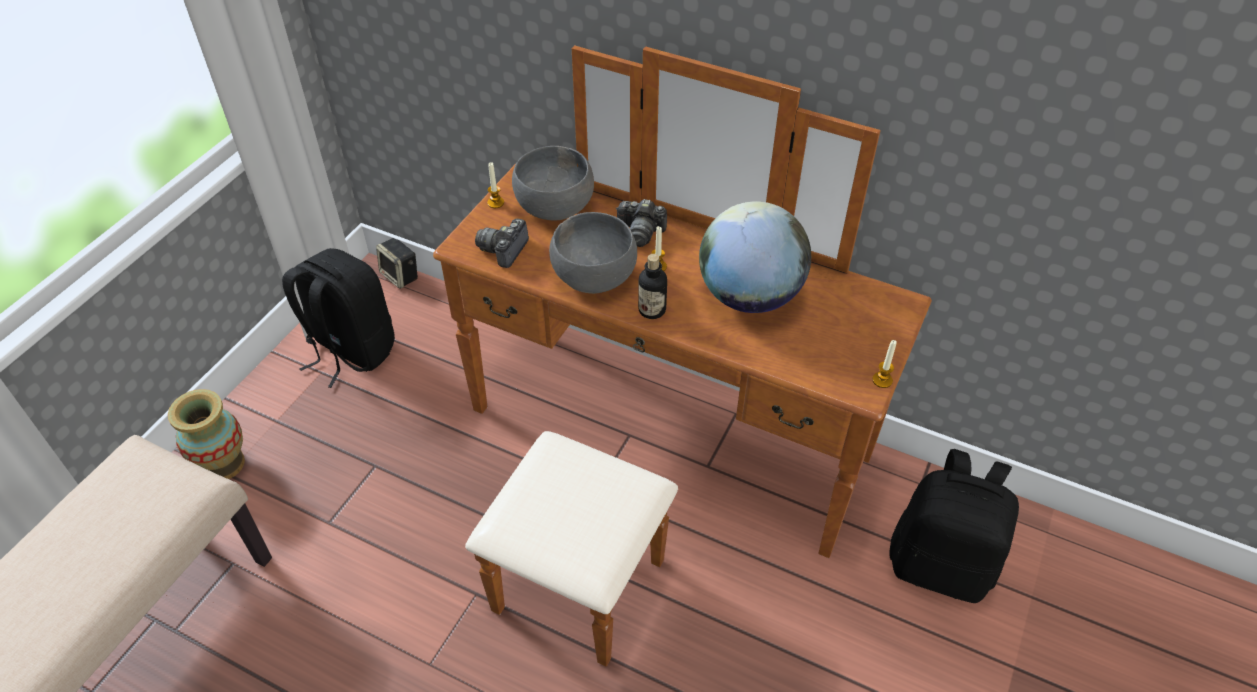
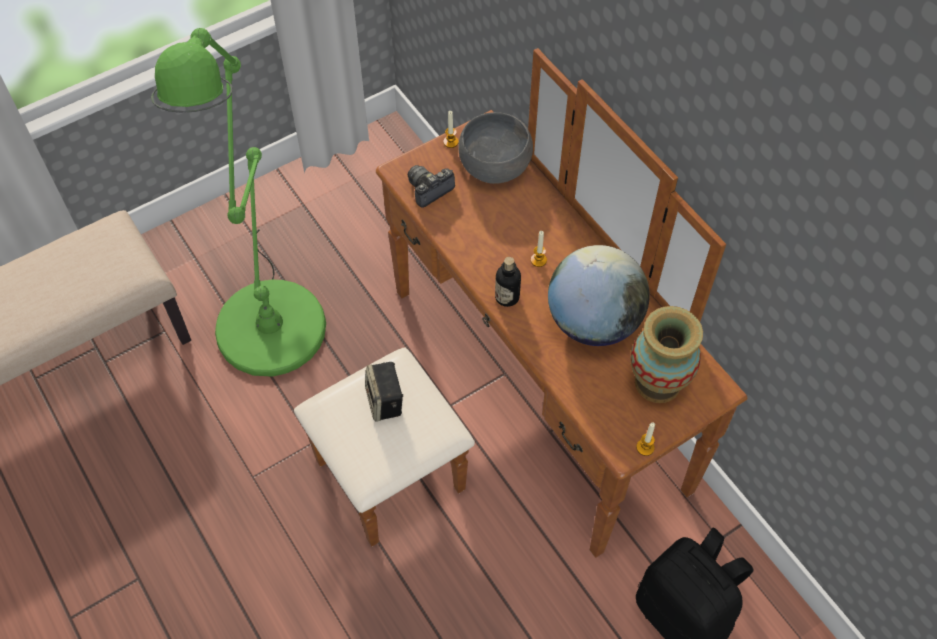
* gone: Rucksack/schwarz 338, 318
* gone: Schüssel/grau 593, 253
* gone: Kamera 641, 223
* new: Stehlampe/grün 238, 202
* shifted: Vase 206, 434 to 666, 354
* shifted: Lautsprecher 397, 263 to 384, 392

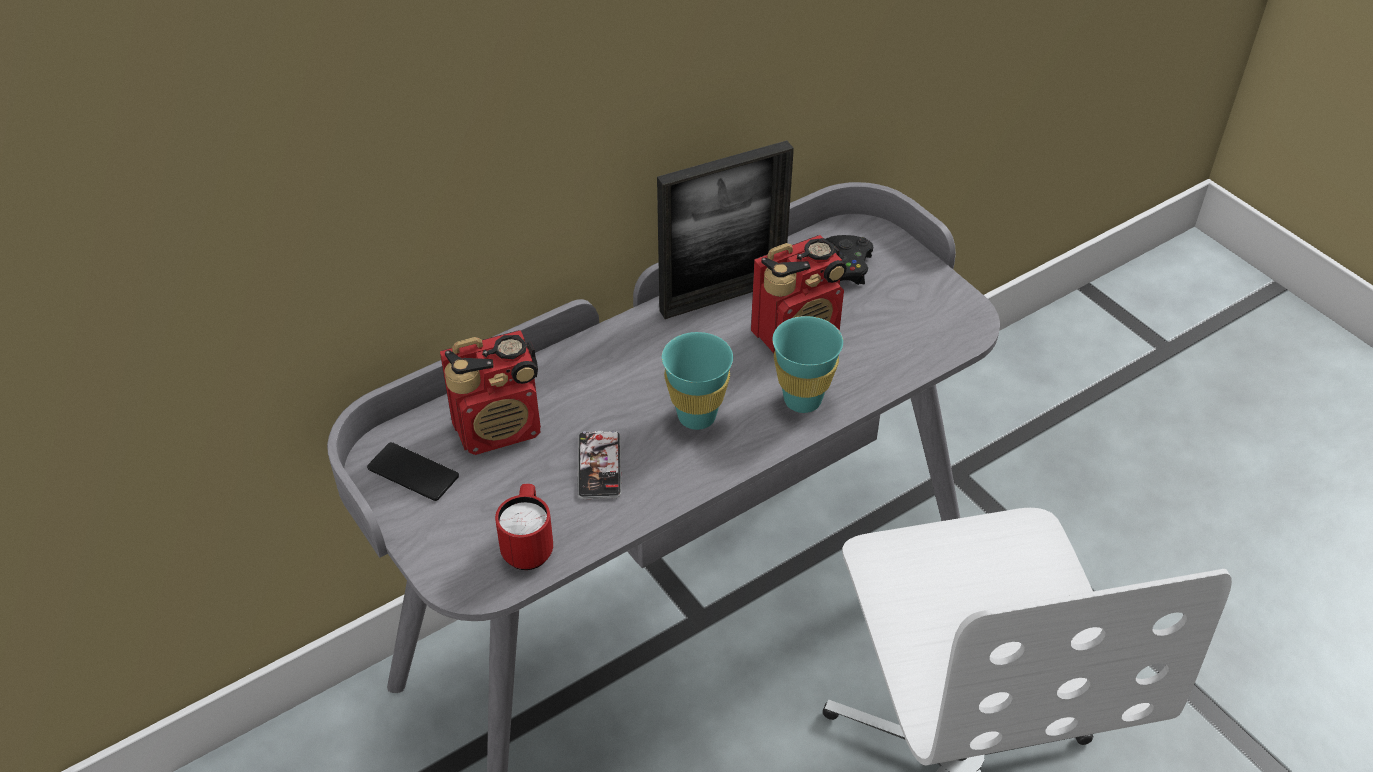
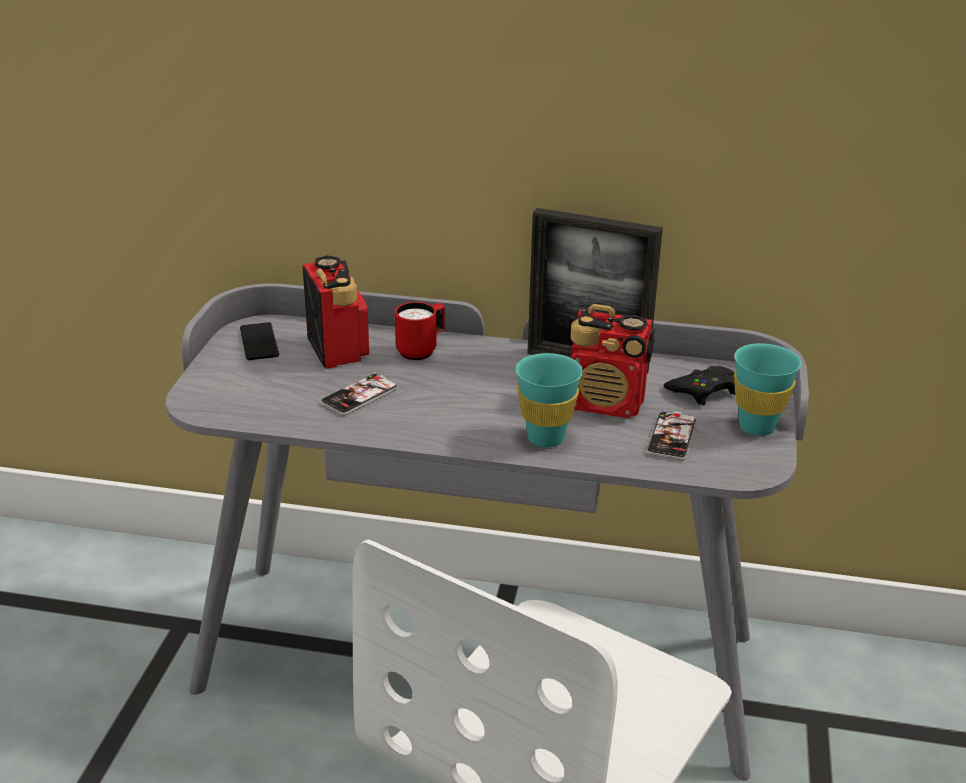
* new: Handy 671, 435
* shifted: Henkelbecher/rot 524, 527 to 420, 331
* shifted: Tasse/türkis 697, 381 to 767, 389
* rotated: Radio 490, 392 = 335, 312 135 degrees counterclockwise

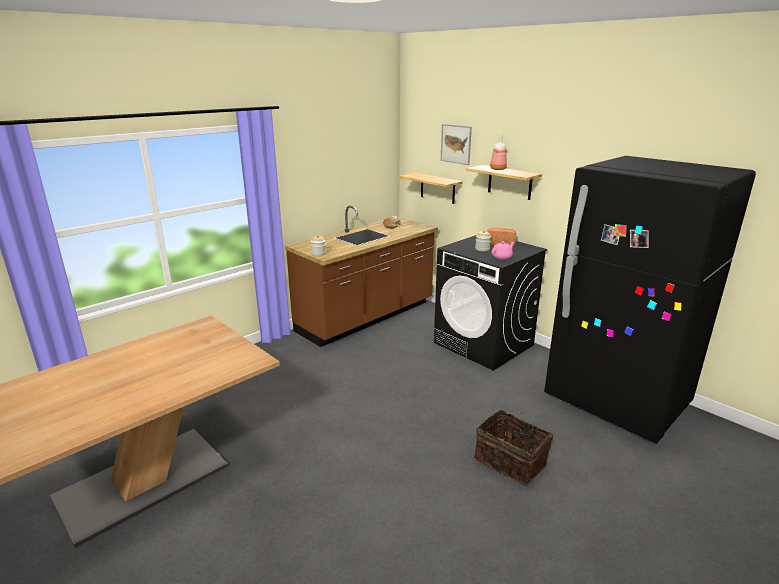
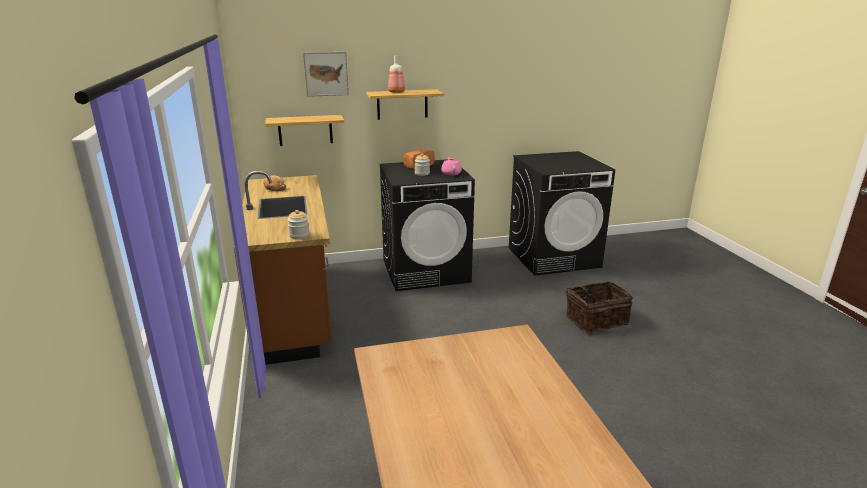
* swapped: Kühlschrank/schwarz 650, 300 to Waschmaschine/schwarz 562, 213

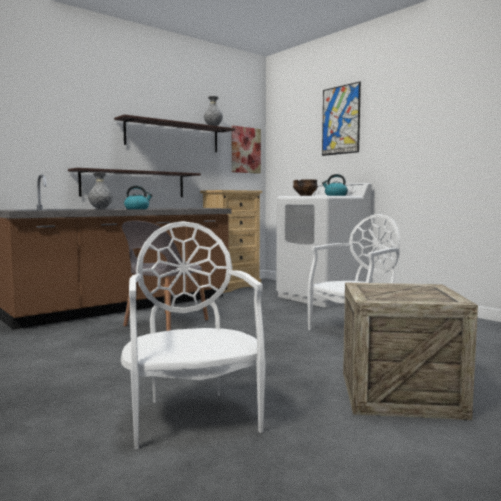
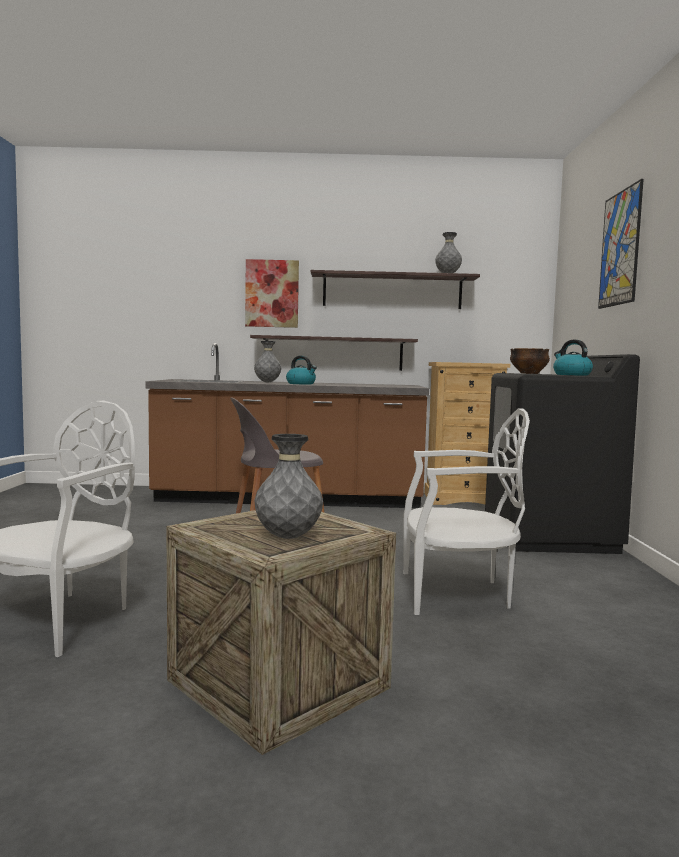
* new: Vase/grau 288, 486
* shifted: Bild 246, 150 to 272, 293
* repainted: Waschmaschine/weiß 324, 245 to Waschmaschine/schwarz 562, 454

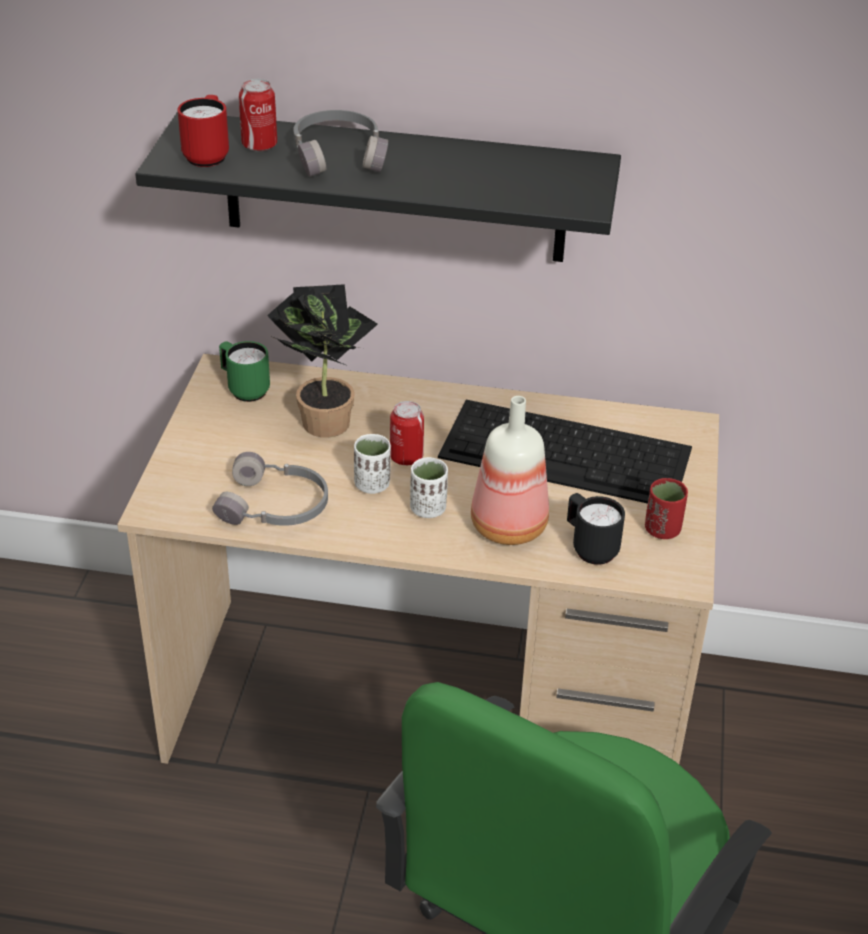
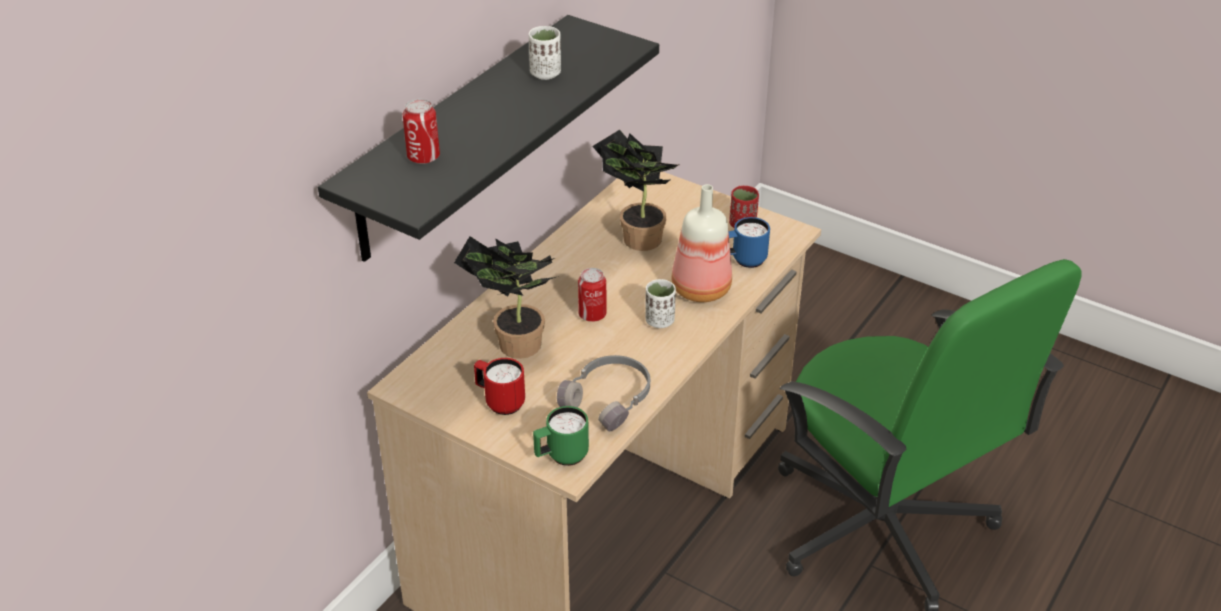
* gone: Kopfhörer/grau 340, 143
* shifted: Henkelbecher/rot 203, 131 to 499, 386
* shifted: Henkelbecher/grün 244, 371 to 561, 436
* shifted: Tasse/weiß 372, 464 to 545, 53
* swapped: Tastatur 565, 452 to Topfpflanze 635, 190
* repainted: Henkelbecher/schwarz 596, 529 to Henkelbecher/blau 749, 242

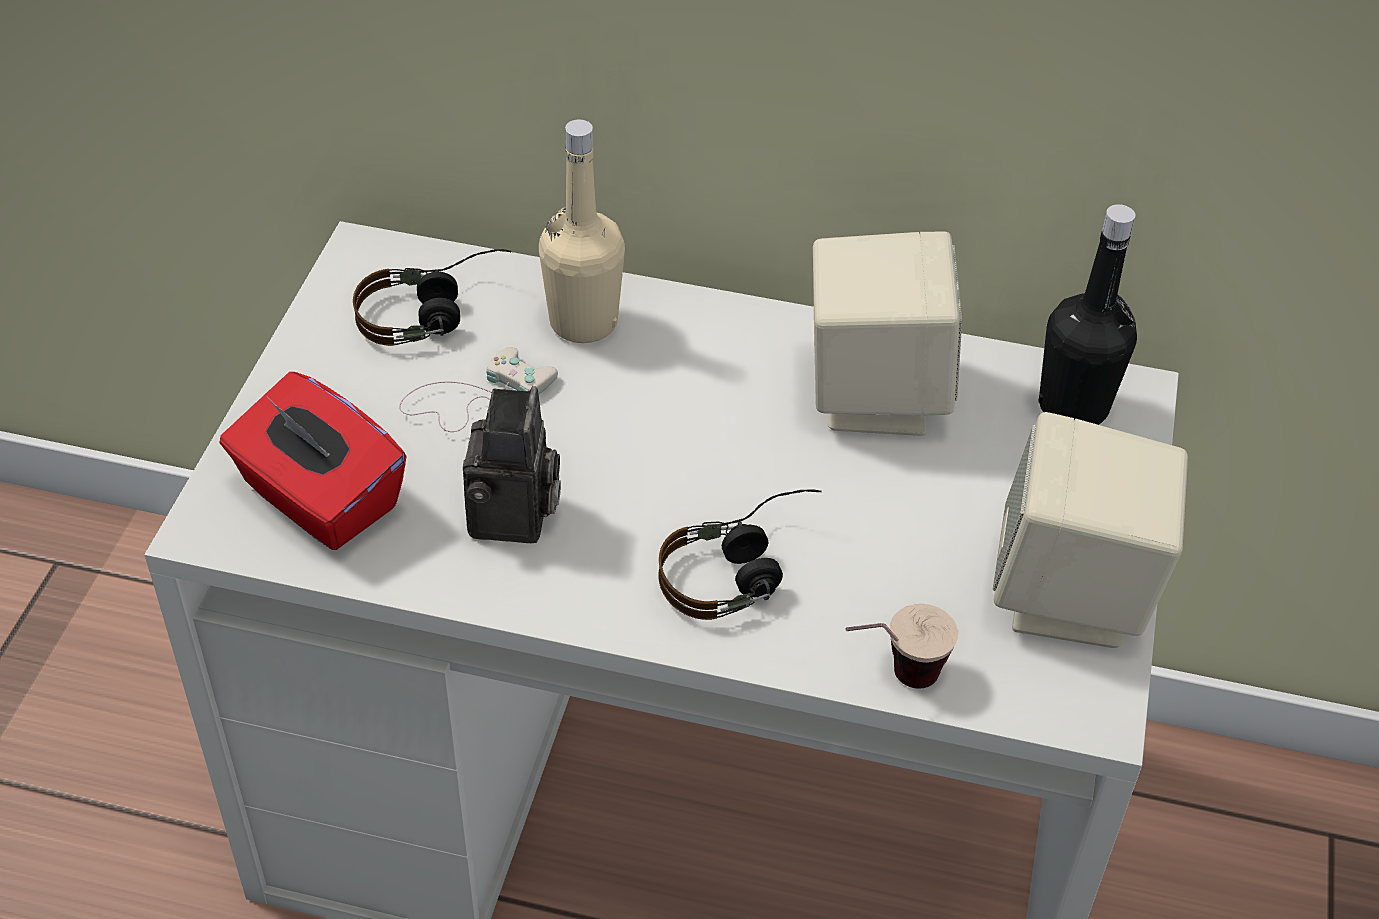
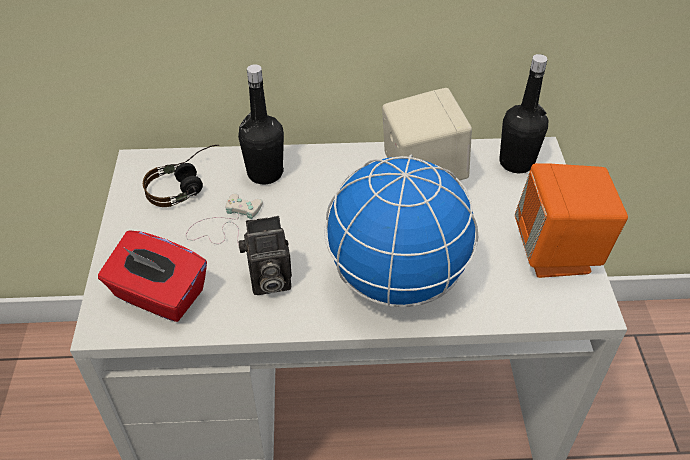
* gone: Tasse 901, 646
* swapped: Kopfhörer 740, 554 to Globus 401, 230
* repainted: Flasche/beige 582, 231 to Flasche/schwarz 261, 124
* repainted: Lautsprecher/beige 1090, 530 to Lautsprecher/orange 571, 220
* rotated: Kamera 512, 464 = 265, 255 90 degrees clockwise

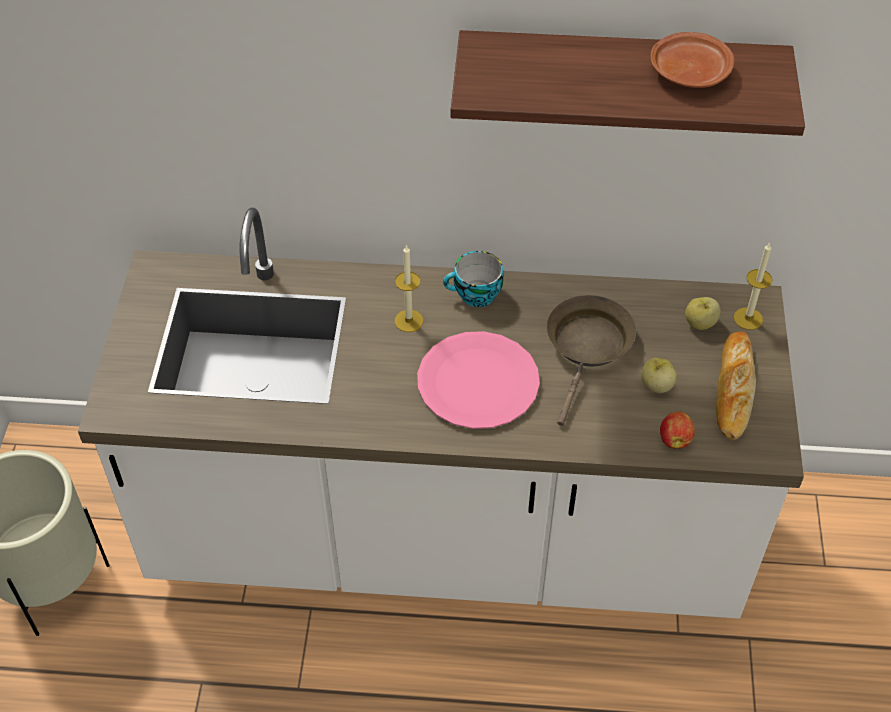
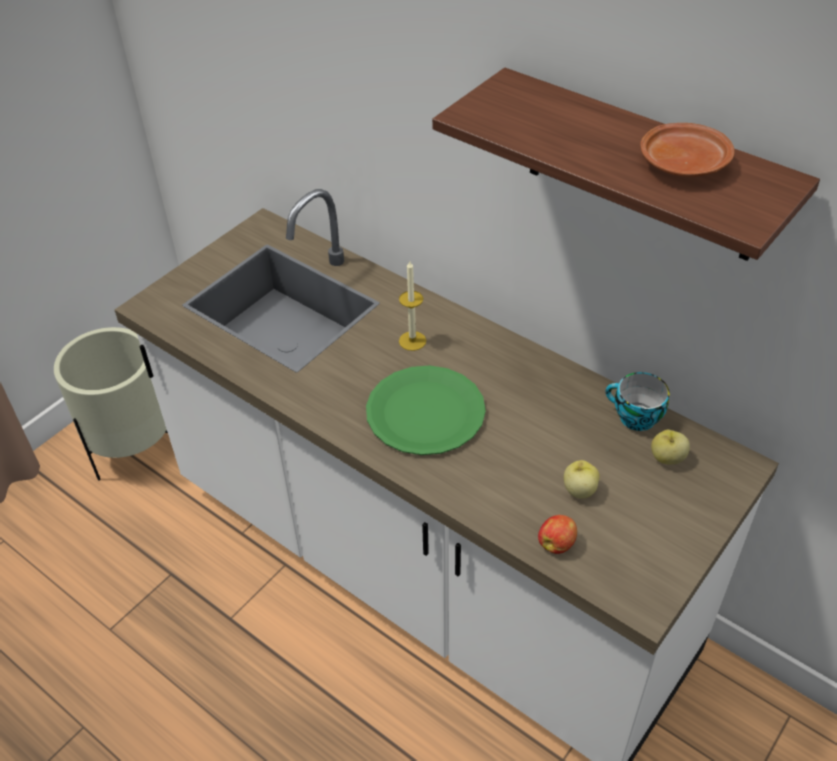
* gone: Pfanne/braun 591, 360
* gone: Brot 736, 385
* gone: Kerze 753, 286
* shifted: Tasse 473, 279 to 637, 401
* repainted: Teller/rosa 478, 380 to Teller/grün 426, 410

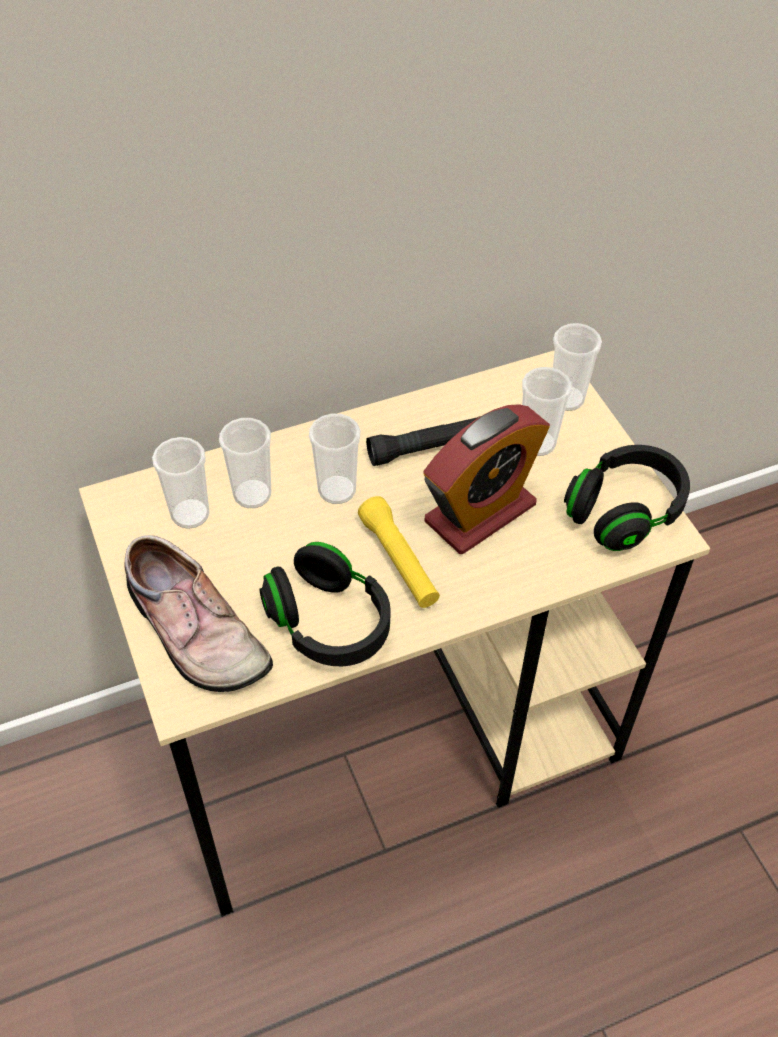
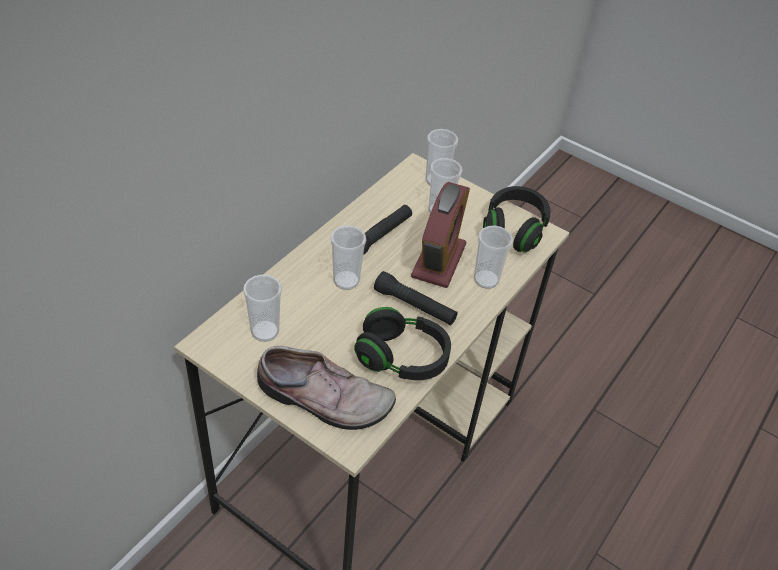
* shifted: Tasse 245, 463 to 493, 257
* repainted: Taschenlampe/gelb 399, 552 to Taschenlampe/schwarz 416, 298

